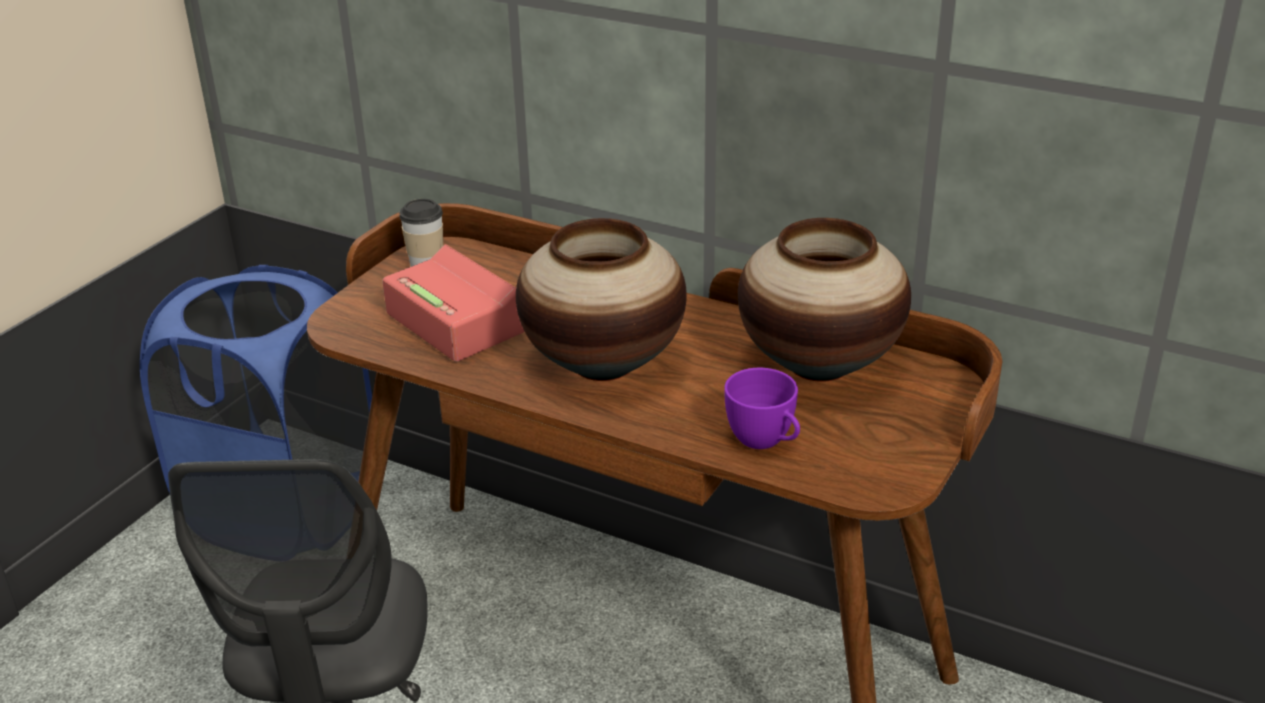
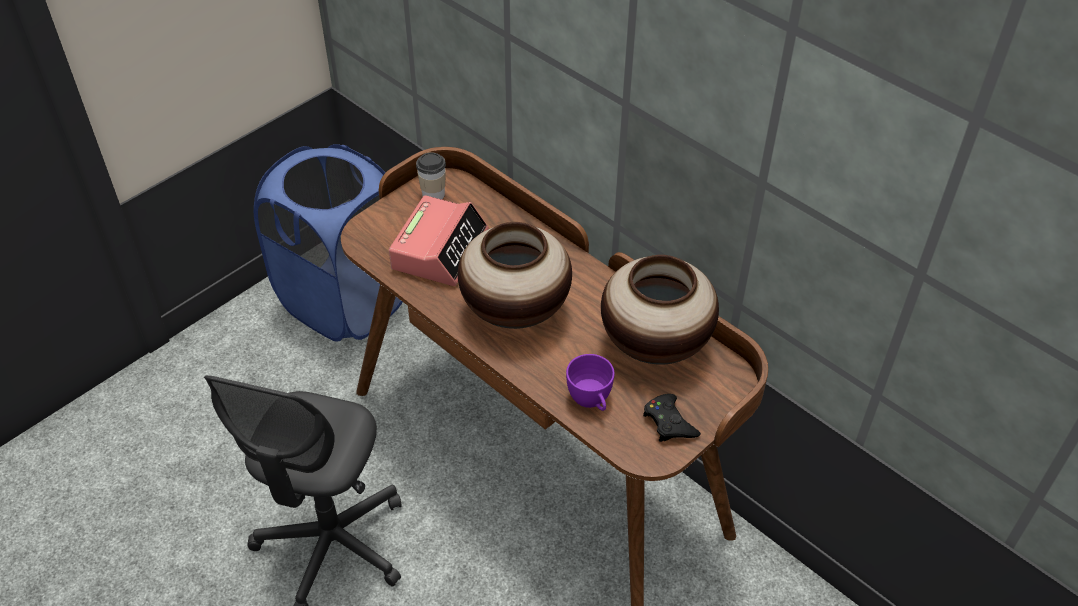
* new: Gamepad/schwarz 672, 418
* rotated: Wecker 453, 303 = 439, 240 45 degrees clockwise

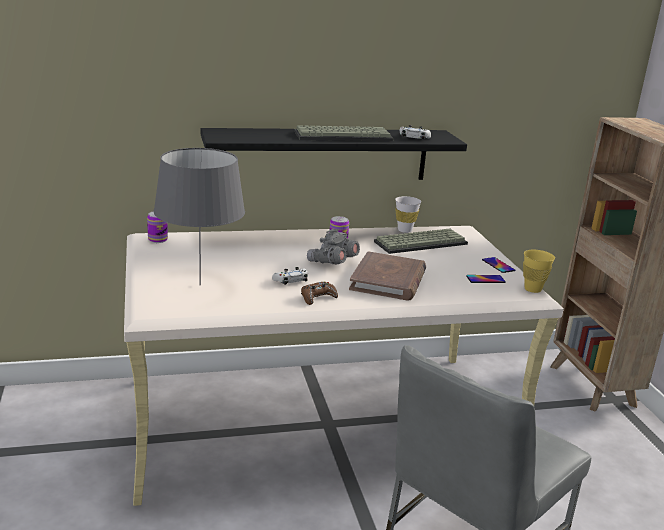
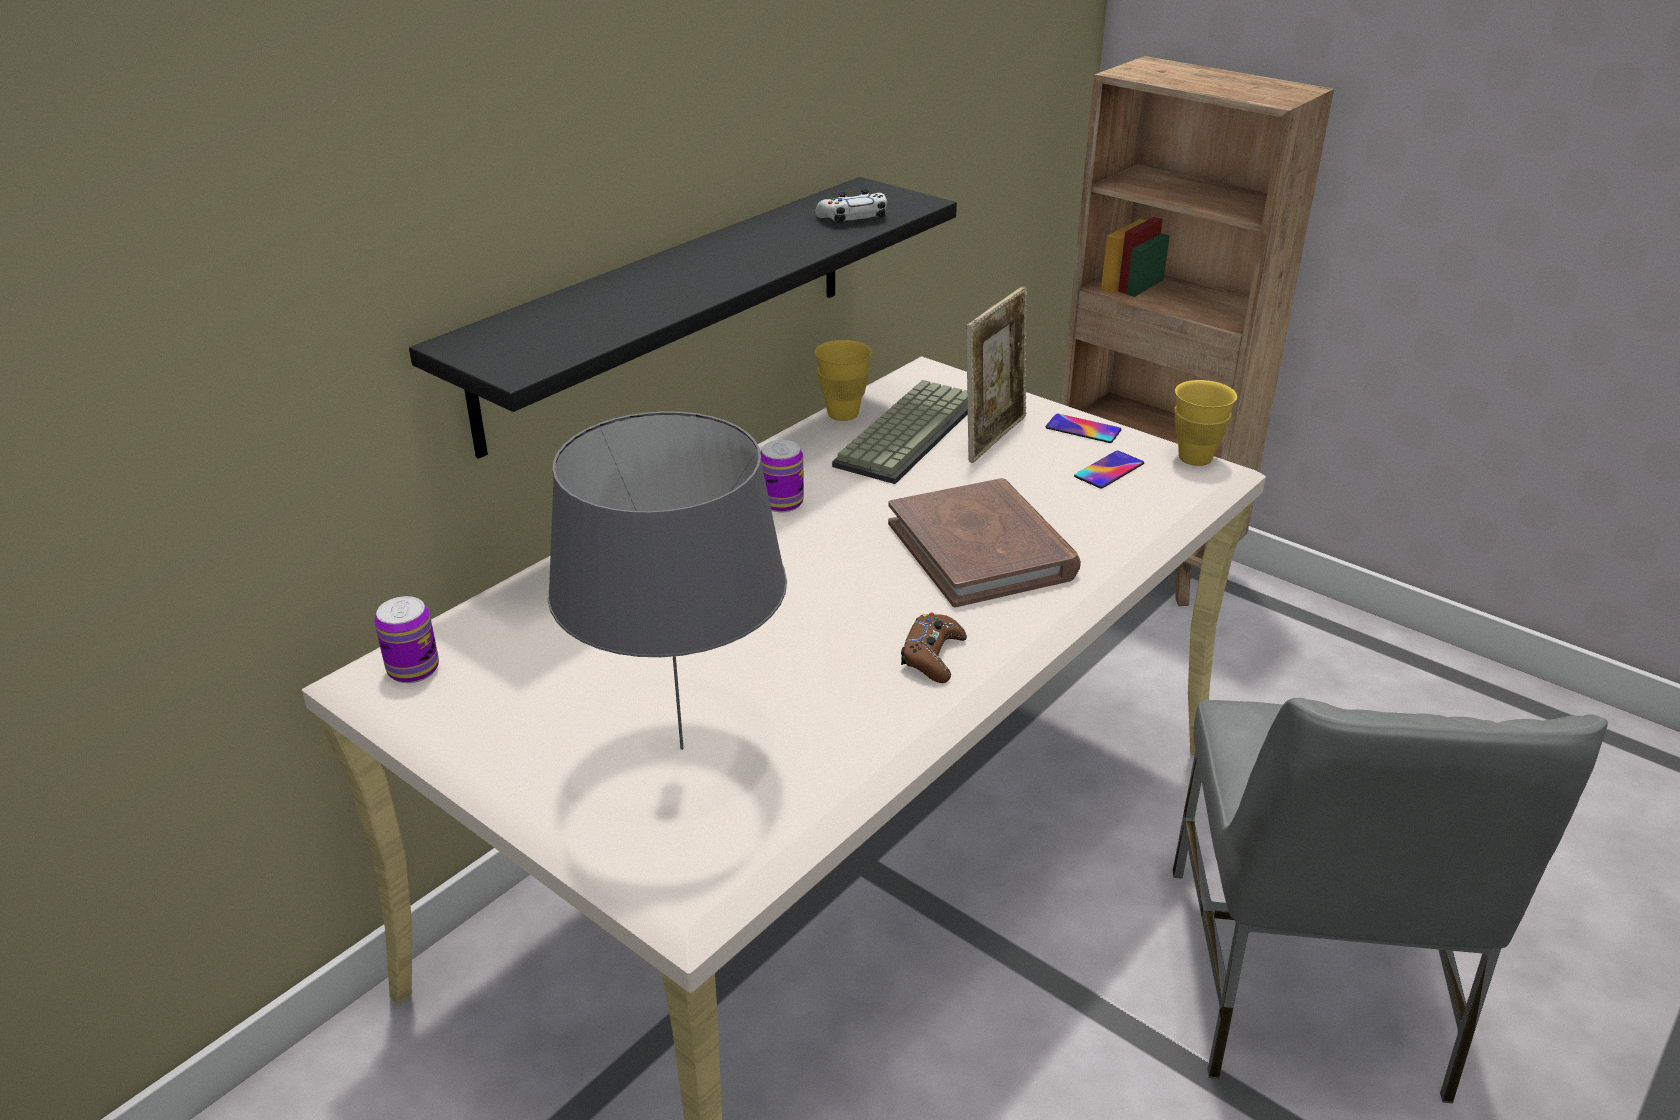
* gone: Gamepad/weiß 290, 276
* gone: Tastatur 344, 133
* gone: Fernglas/grau 333, 246
* new: Bilderrahmen 996, 374
* repainted: Tasse/weiß 408, 214 to Tasse/gelb 843, 380

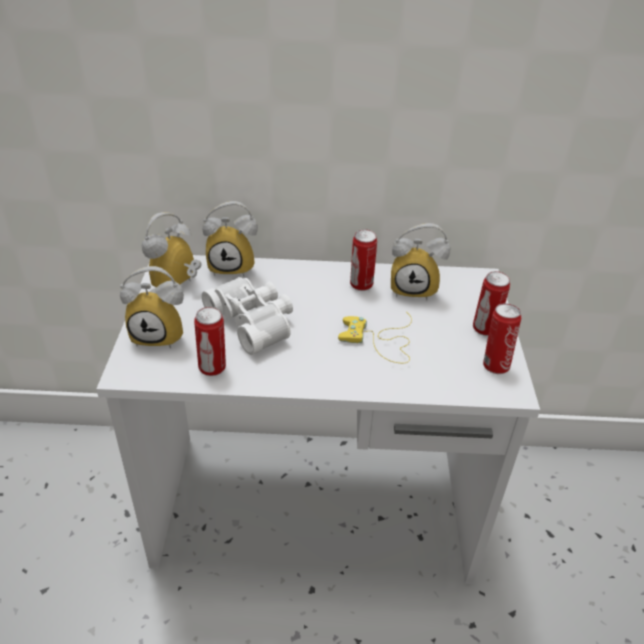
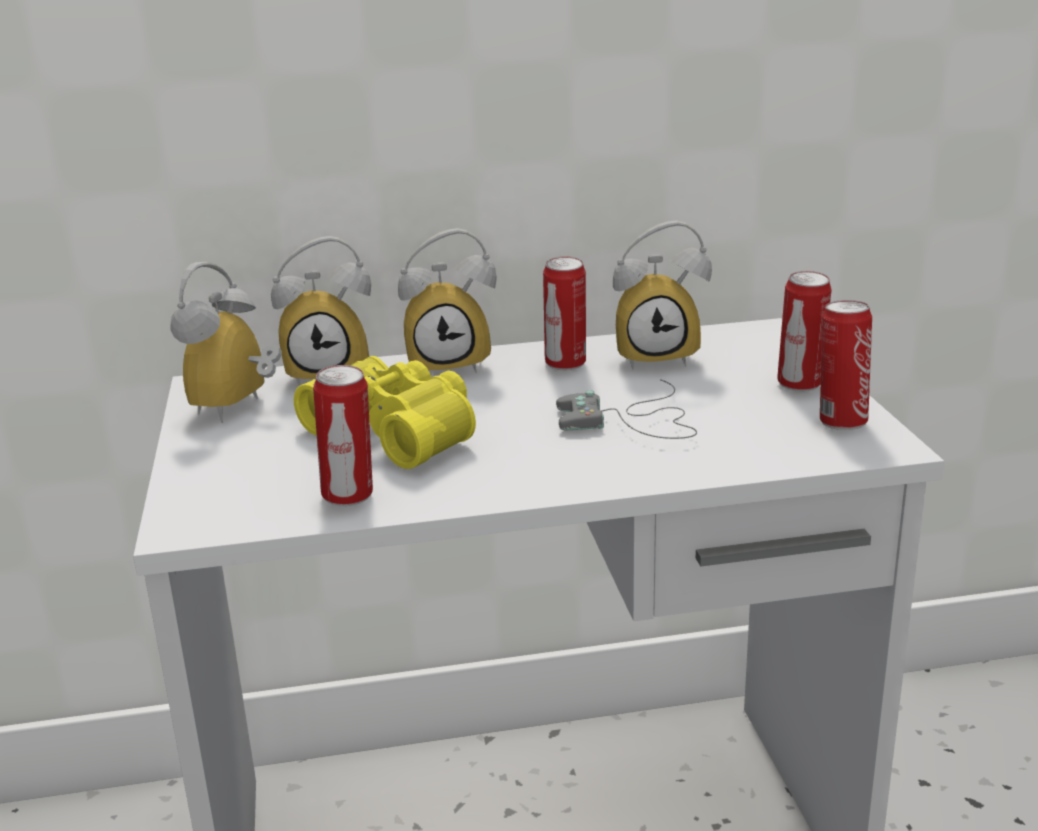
* shifted: Wecker 152, 307 to 447, 300
* repainted: Fernglas/weiß 247, 316 to Fernglas/gelb 385, 412
* repainted: Gamepad/gelb 375, 339 to Gamepad/grau 626, 409

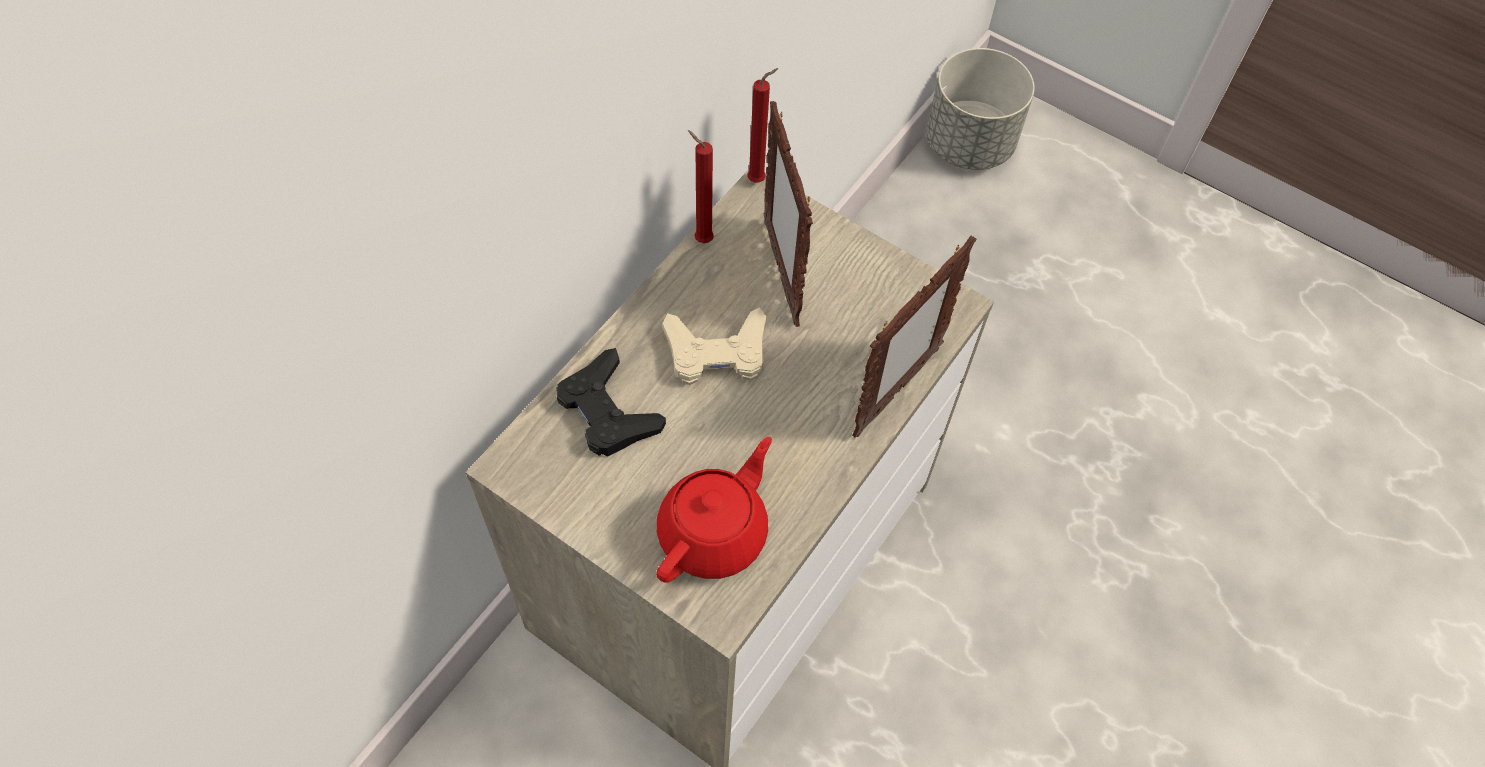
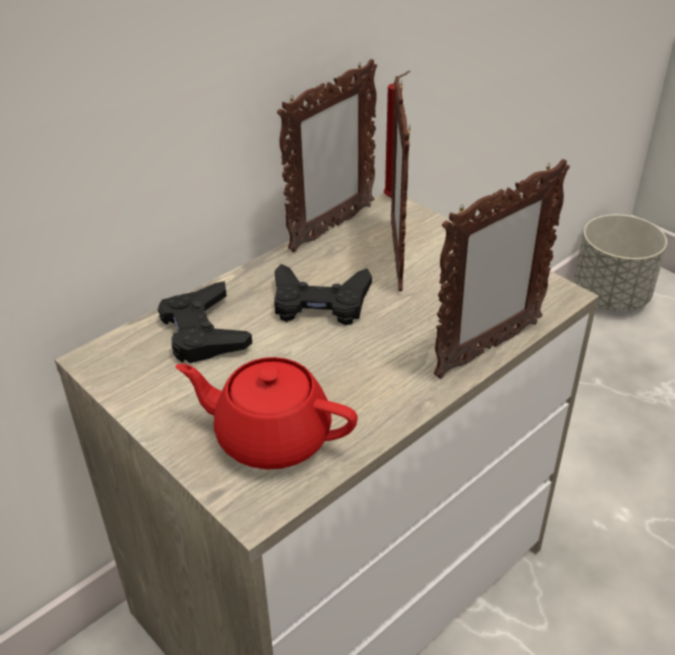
* swapped: Kerze/rot 701, 186 to Bilderrahmen 327, 155
* repainted: Gamepad/beige 715, 346 to Gamepad/schwarz 323, 294
* rotated: Teekanne/rot 714, 510 = 267, 413 120 degrees counterclockwise

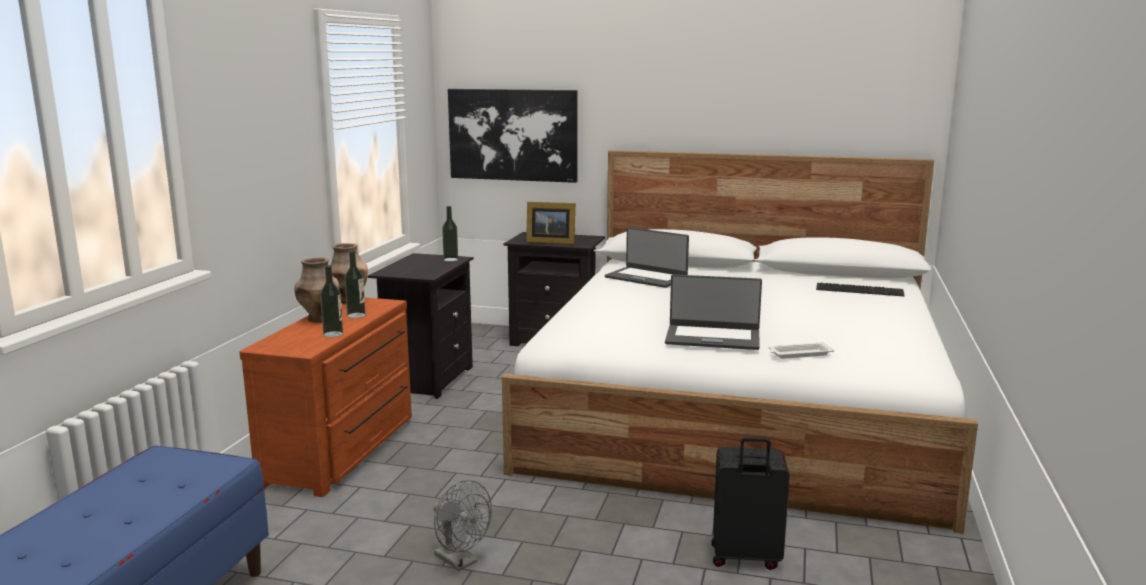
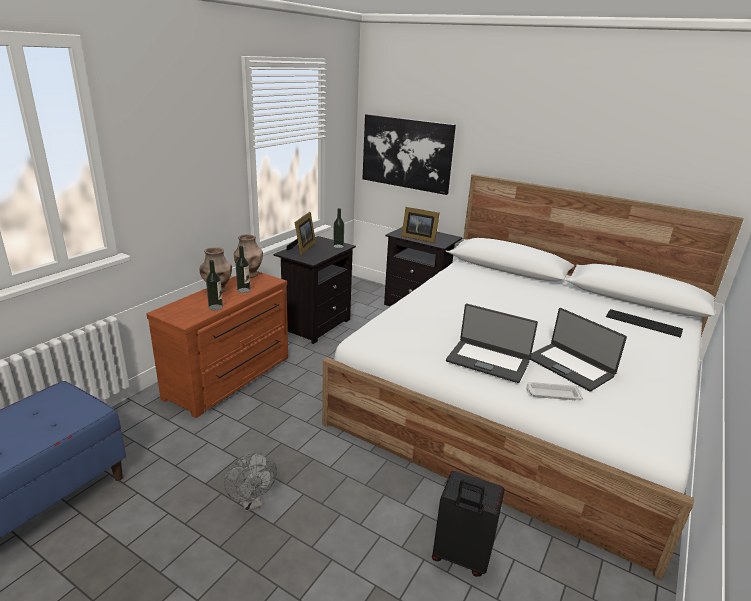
* new: Bilderrahmen 301, 233
* shifted: Laptop 647, 257 to 578, 350

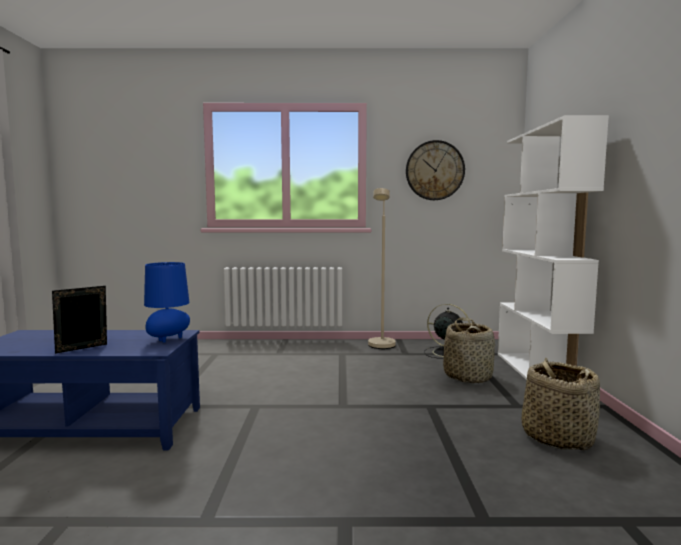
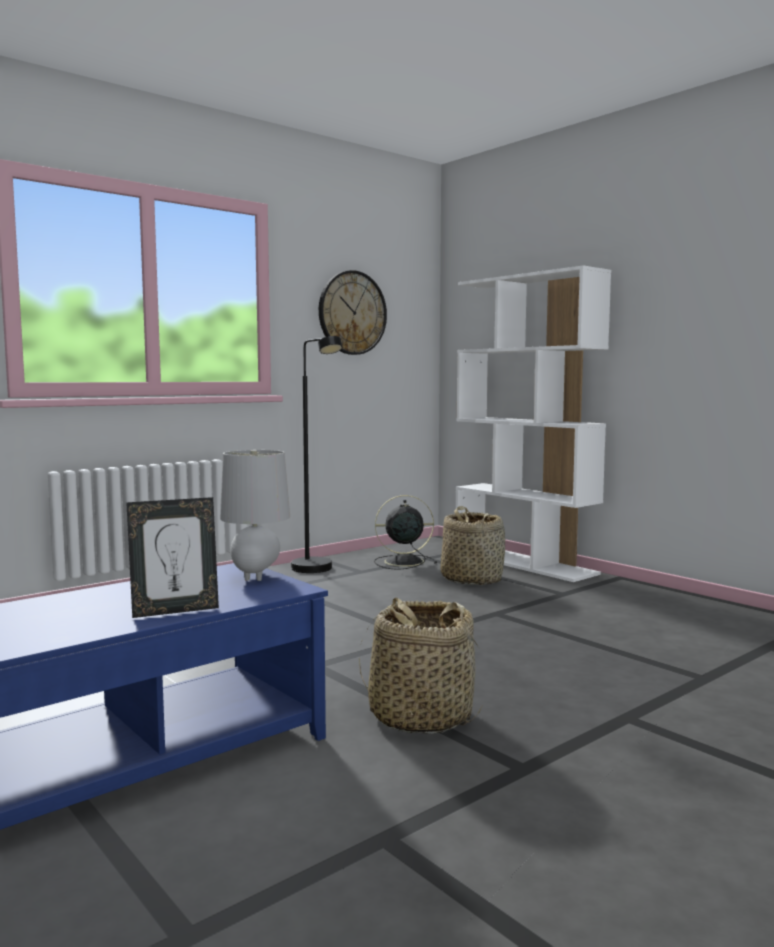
* shifted: Korb 561, 403 to 420, 665
* repainted: Tischlampe/blau 167, 302 to Tischlampe/grau 255, 515
* repainted: Stehlampe/beige 382, 268 to Stehlampe/schwarz 316, 454
* rotated: Bilderrahmen 79, 320 = 172, 557 120 degrees counterclockwise

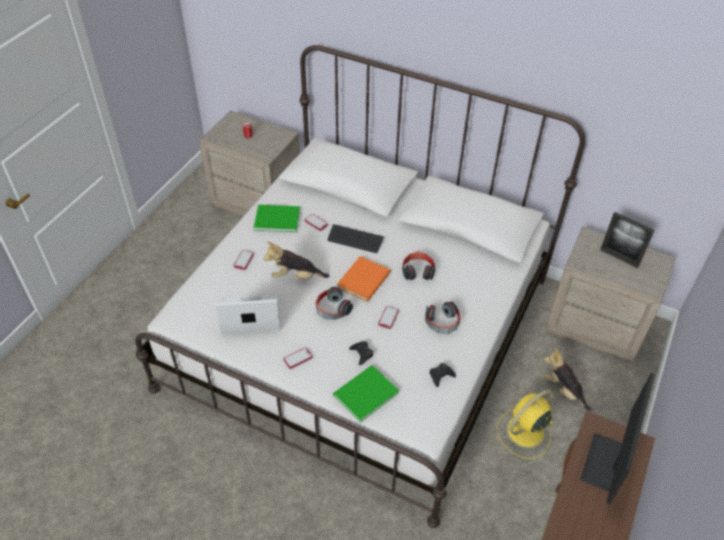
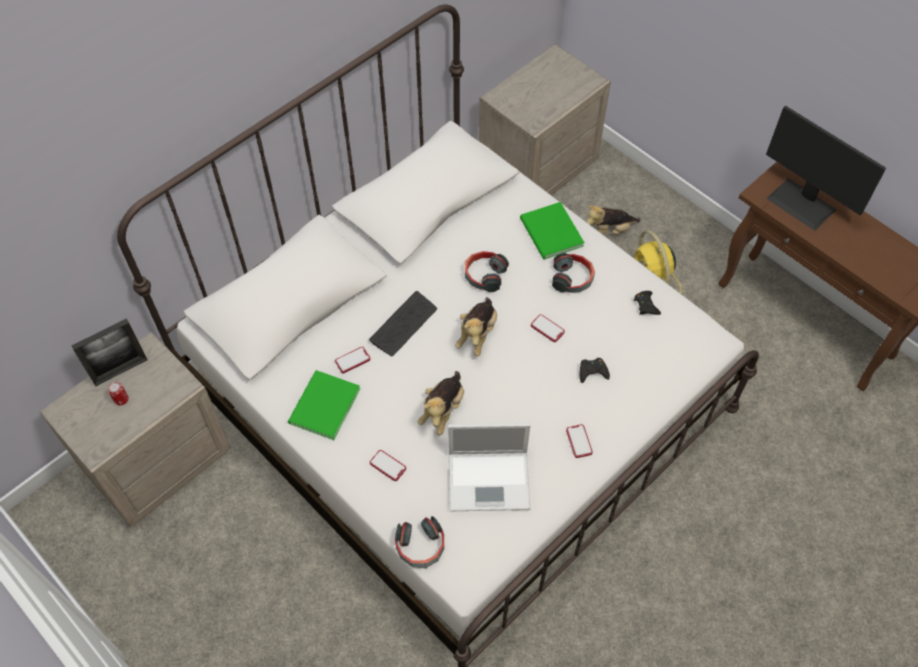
* shifted: Kopfhörer 334, 303 to 419, 542
* shifted: Buch/grün 366, 394 to 552, 231
* shifted: Bilderrahmen 627, 240 to 109, 352
* swapped: Buch/orange 364, 279 to Plüschtier 476, 327
* rotated: Laptop 247, 314 = 489, 467 105 degrees counterclockwise

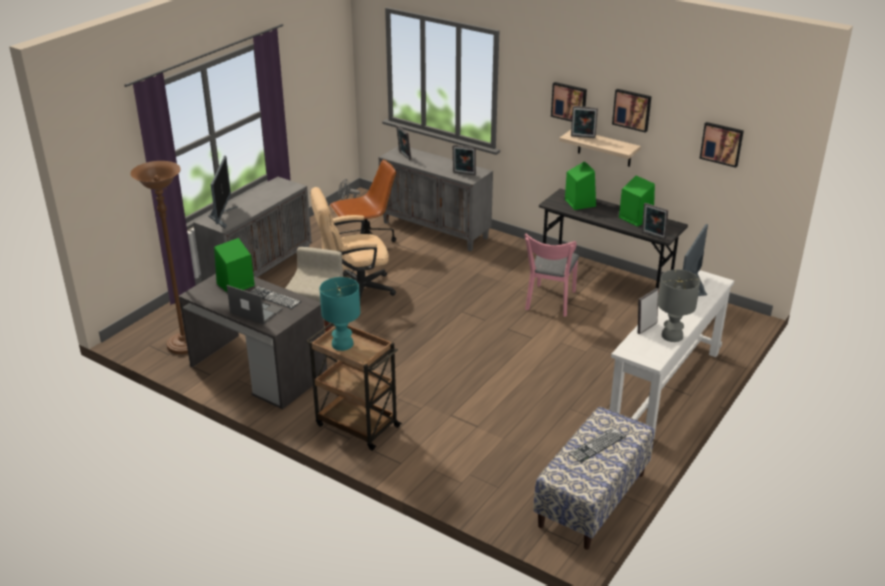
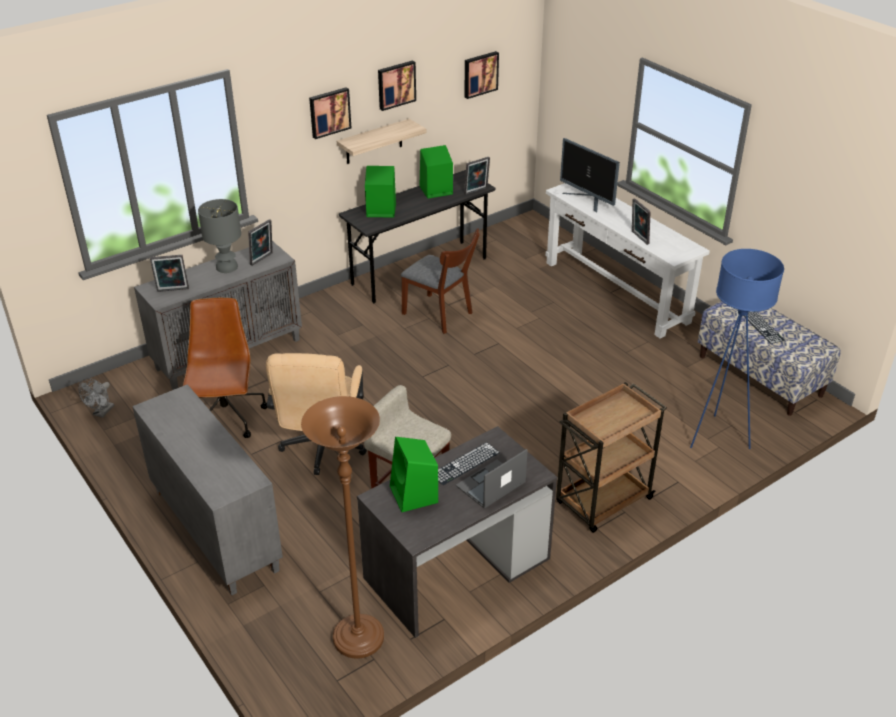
* gone: Monitor 222, 192
* gone: Tischlampe/türkis 340, 314
* gone: Bilderrahmen 584, 122
* new: Stehlampe/blau 737, 349
* shifted: Tischlampe/grau 678, 306 to 219, 236
* repainted: Stuhl/rosa 552, 275 to Stuhl/braun 440, 281

